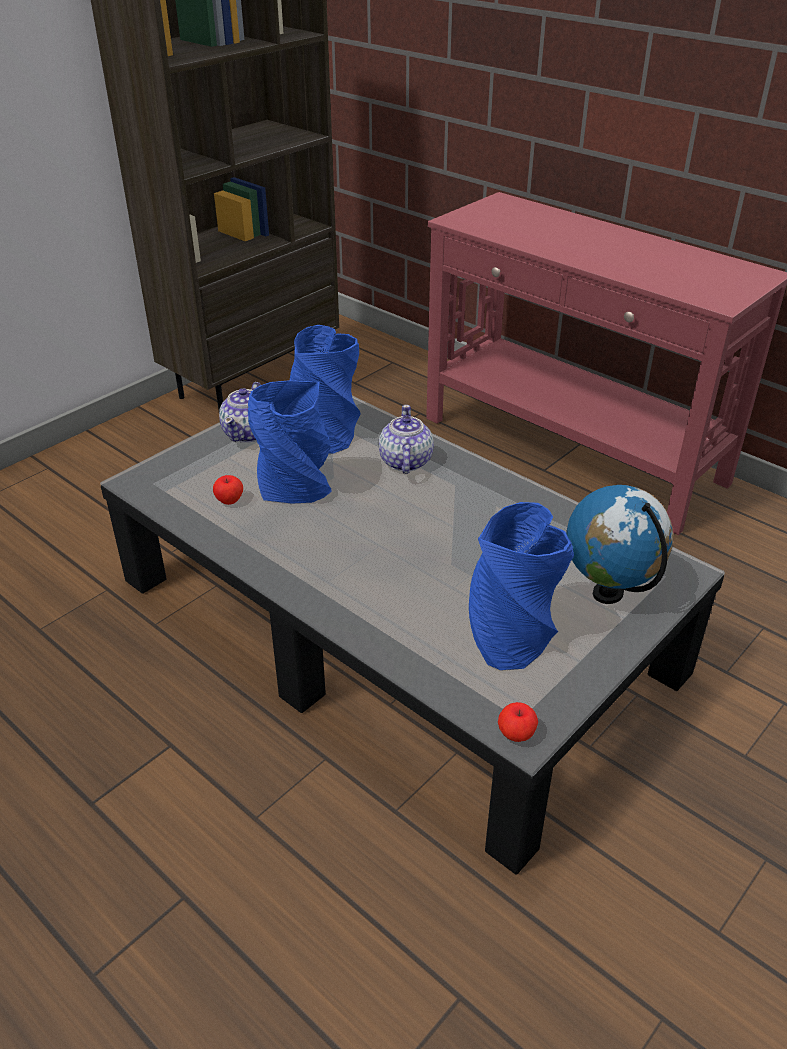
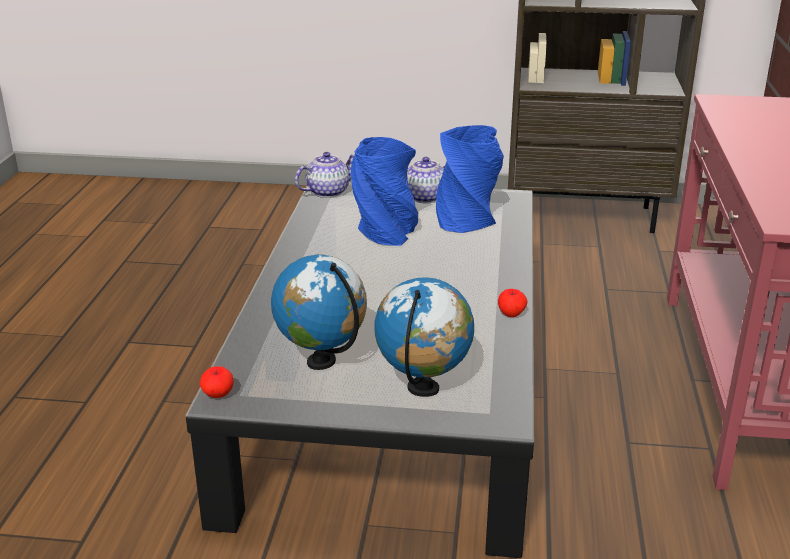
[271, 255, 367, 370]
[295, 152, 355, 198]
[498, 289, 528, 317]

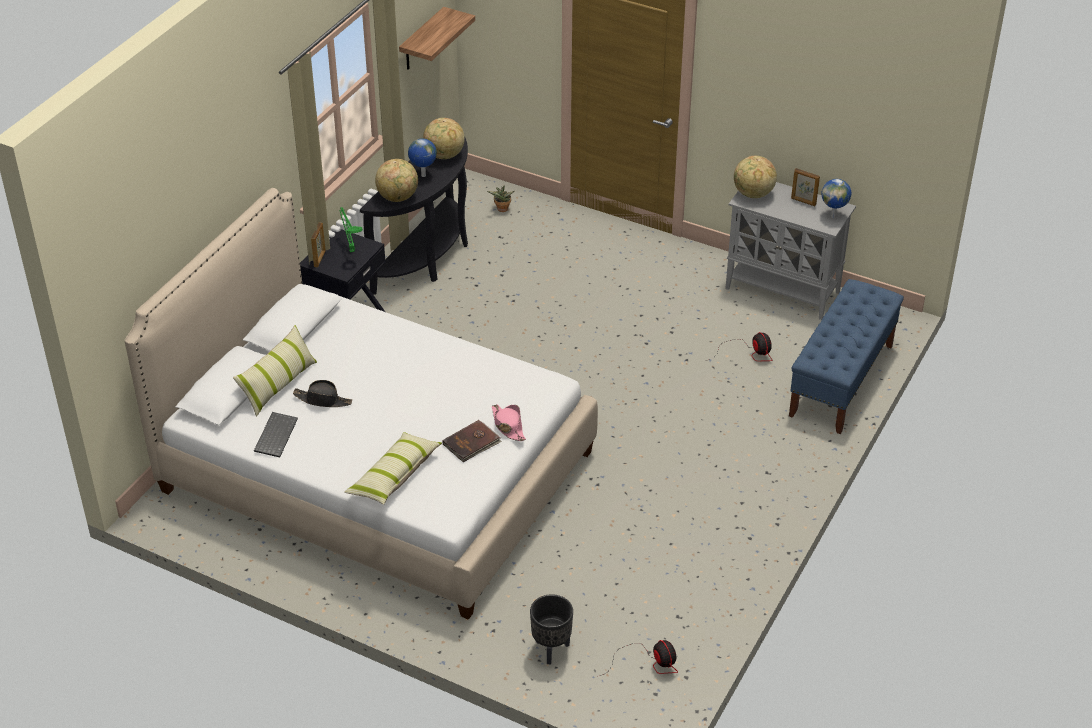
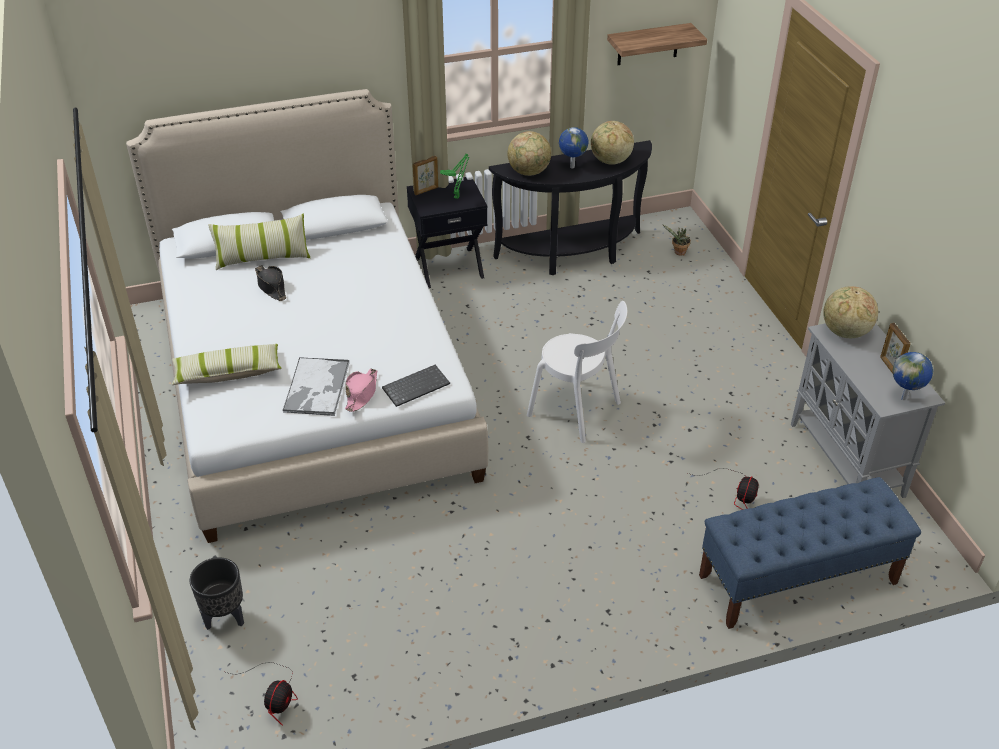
[282, 357, 350, 416]
[382, 365, 450, 407]
[527, 301, 627, 443]

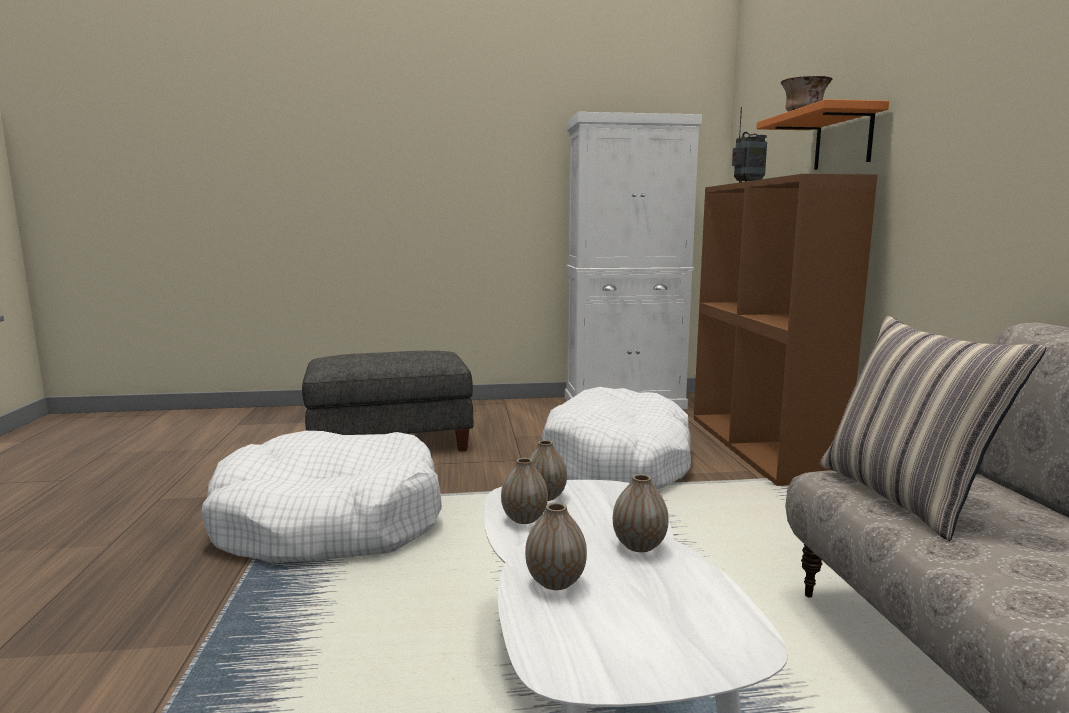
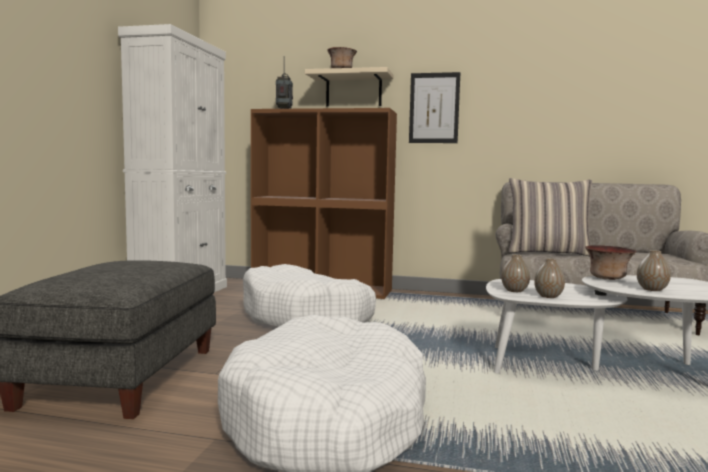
[305, 67, 393, 107]
[409, 72, 460, 143]
[585, 245, 636, 280]

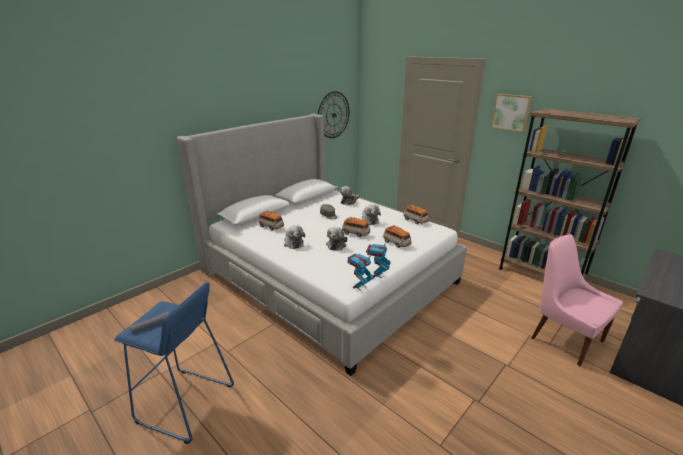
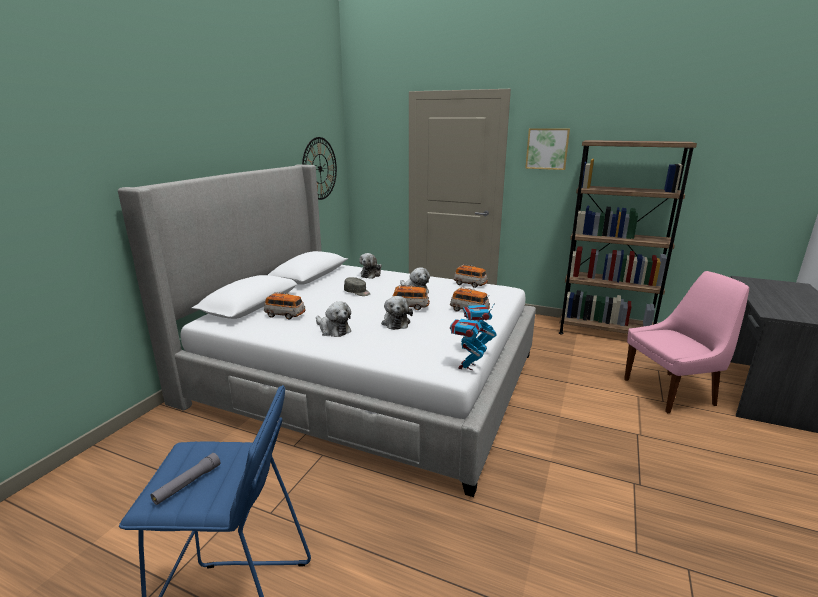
[624, 271, 749, 413]

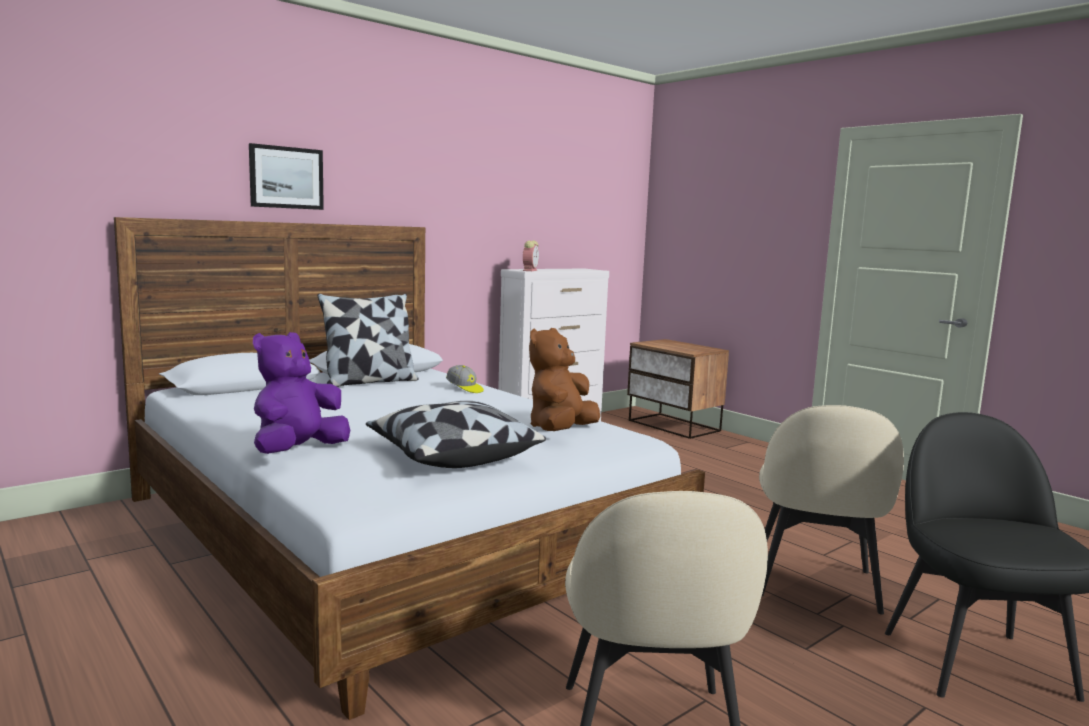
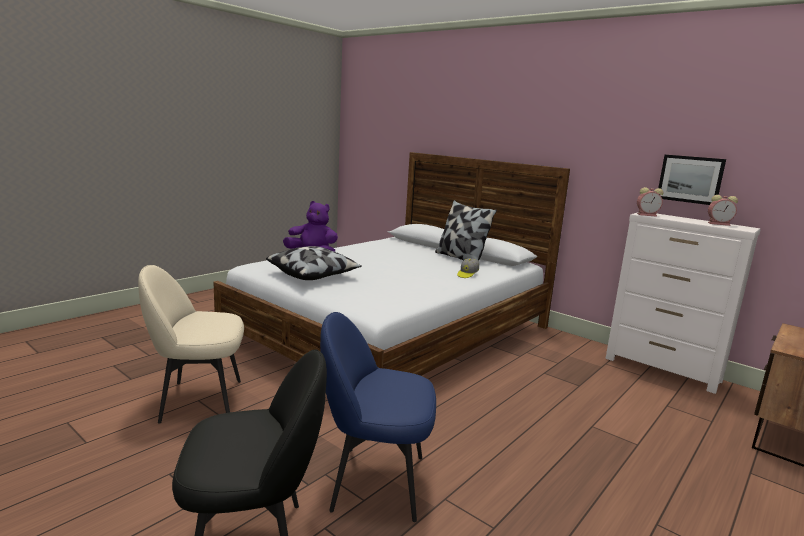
[320, 312, 436, 522]
[658, 155, 726, 205]
[708, 195, 738, 226]
[529, 328, 600, 431] (first image)

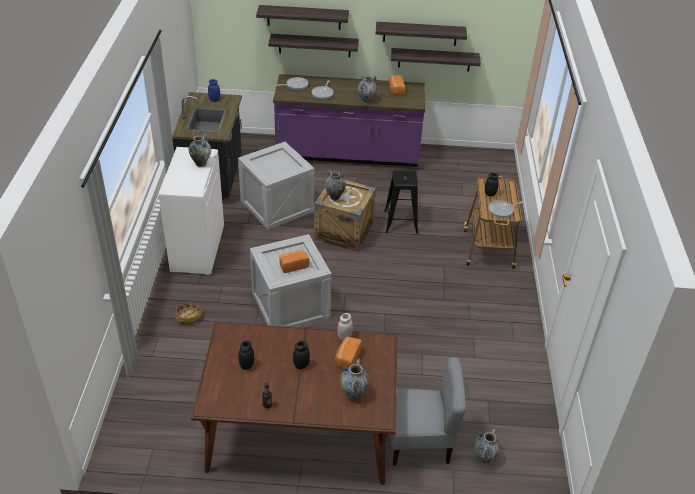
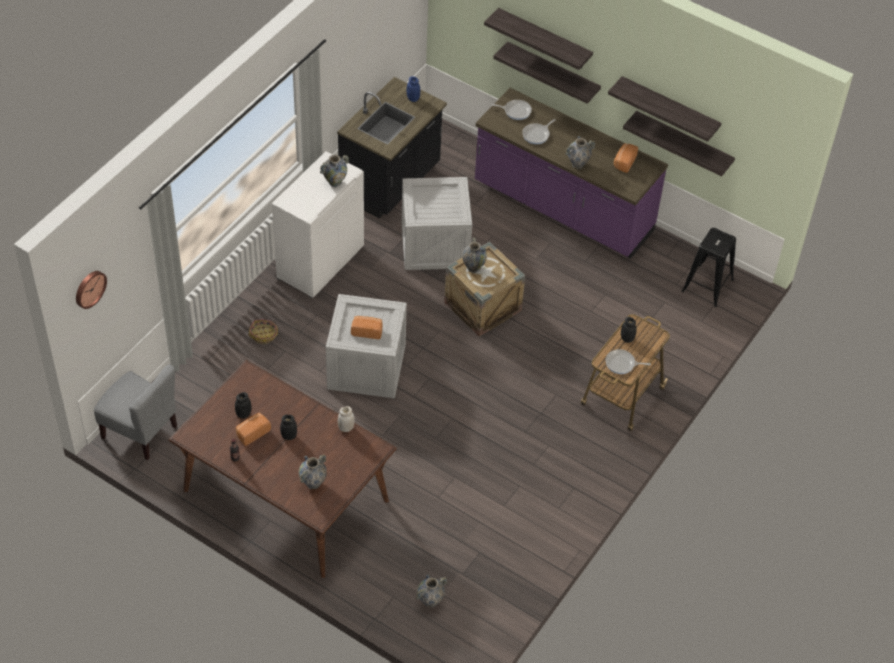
[76, 271, 107, 309]
[94, 365, 177, 460]
[236, 413, 271, 446]
[682, 228, 736, 307]

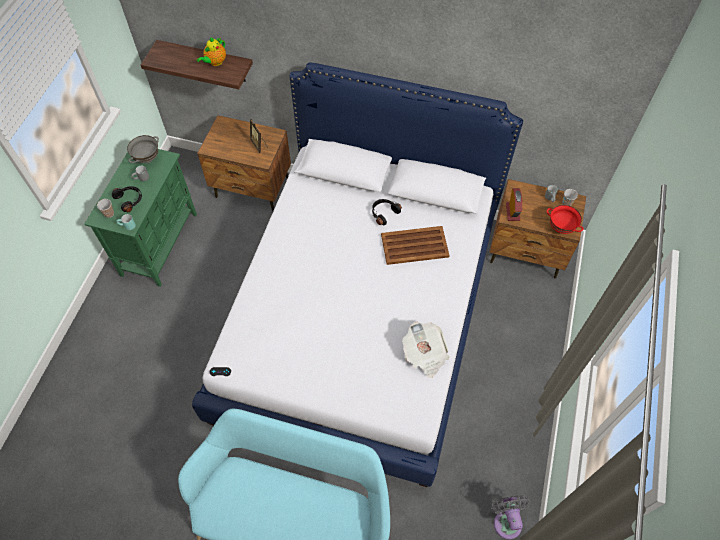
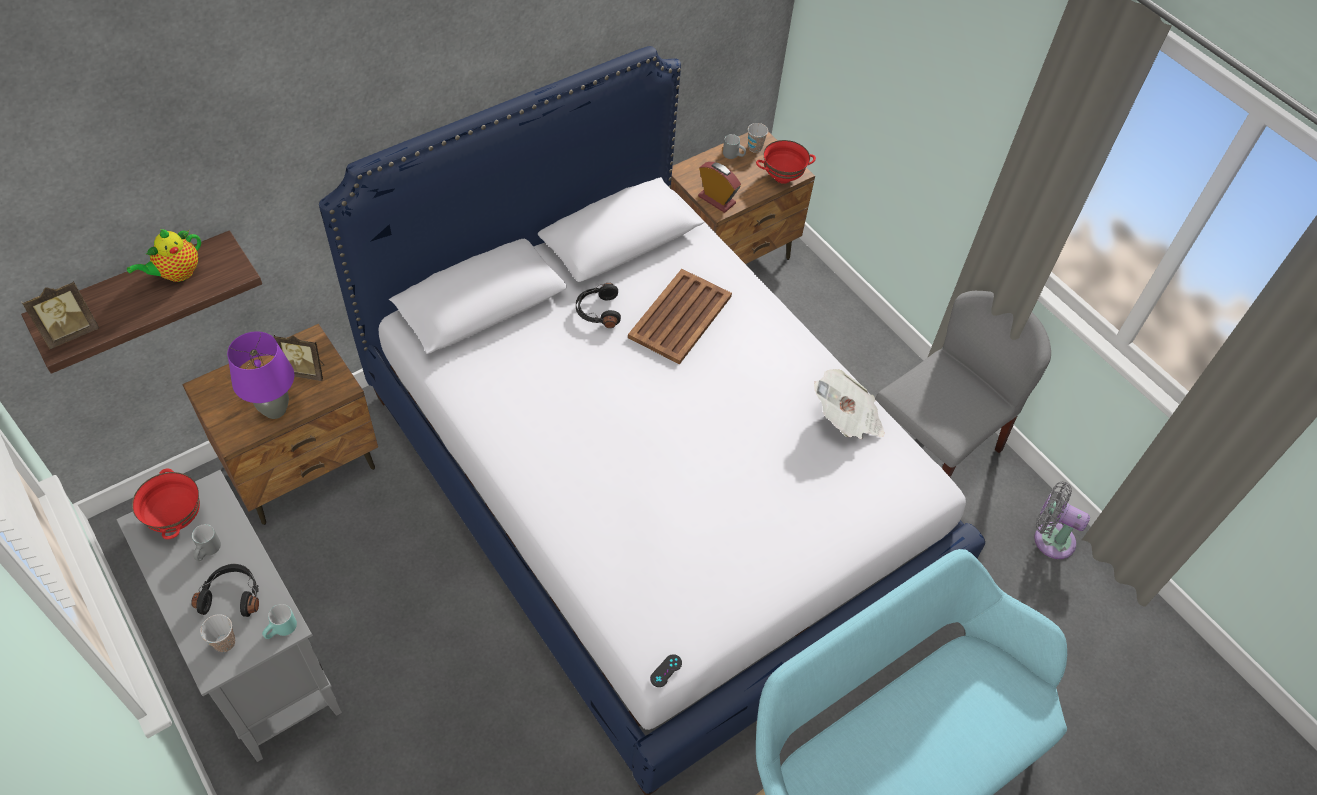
[22, 281, 99, 349]
[117, 470, 342, 762]
[127, 229, 201, 282]
[132, 469, 200, 539]
[227, 331, 294, 419]
[875, 291, 1051, 477]

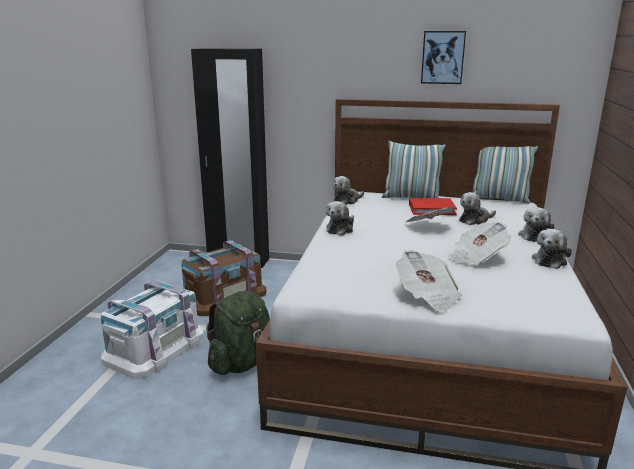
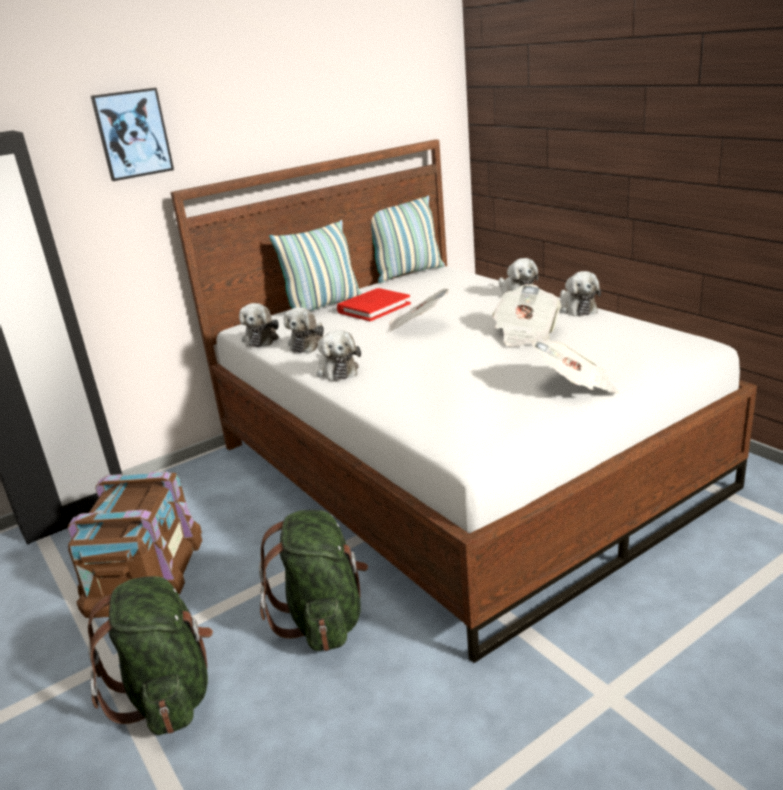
[88, 576, 213, 735]
[91, 88, 174, 181]
[284, 307, 324, 353]

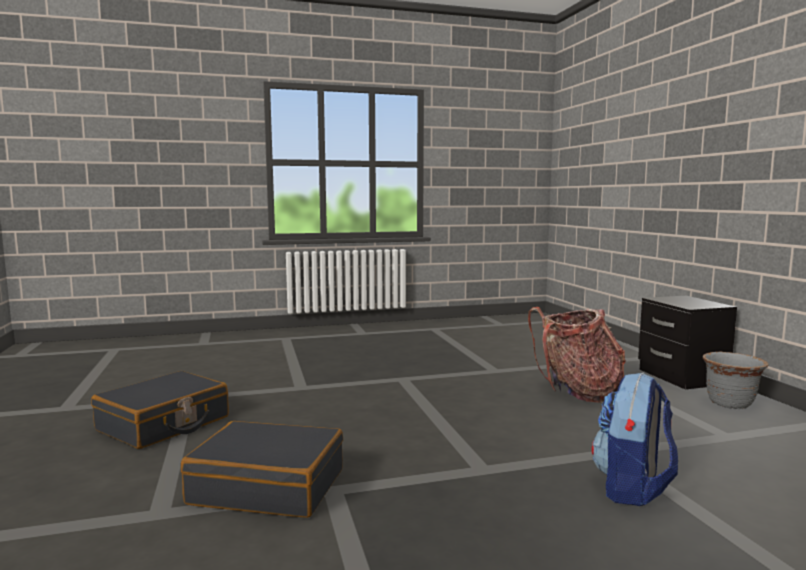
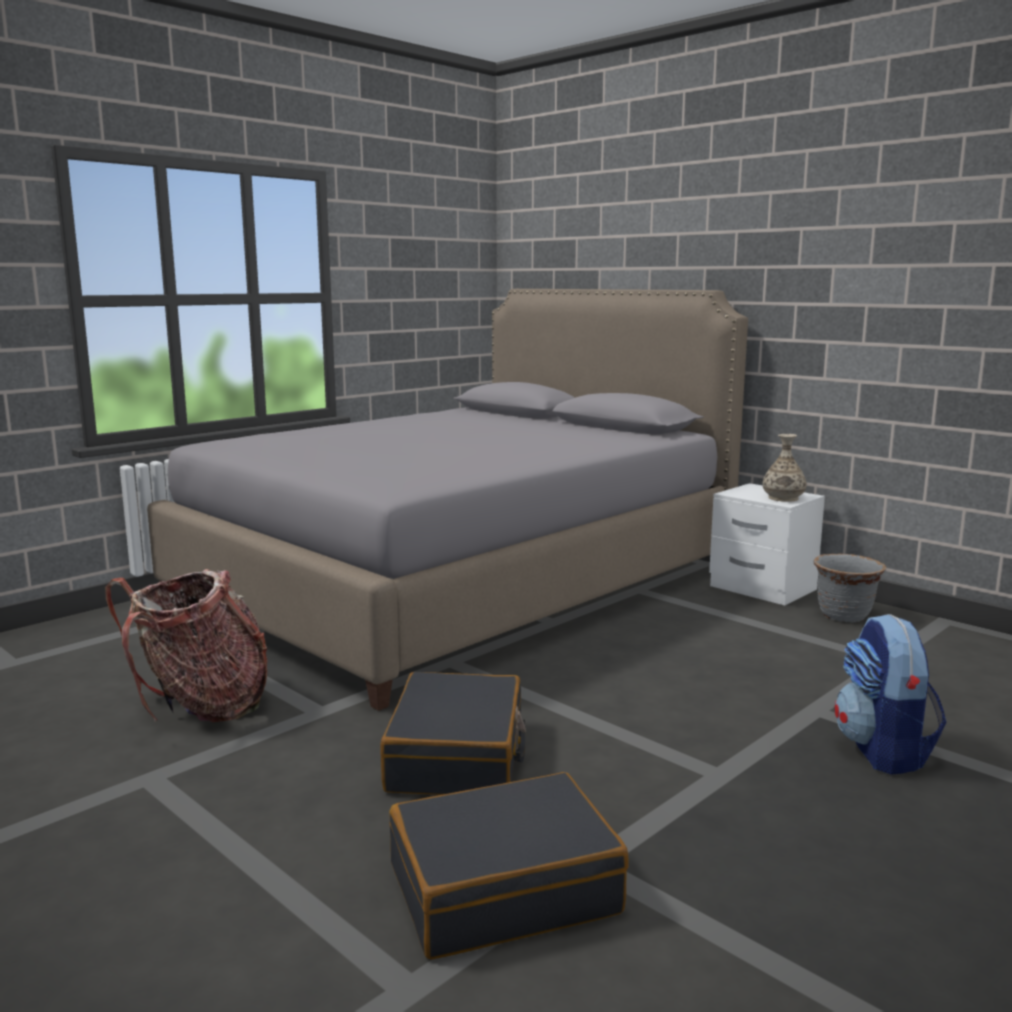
[105, 569, 268, 722]
[147, 289, 748, 711]
[380, 672, 526, 795]
[709, 483, 825, 605]
[763, 434, 806, 502]

